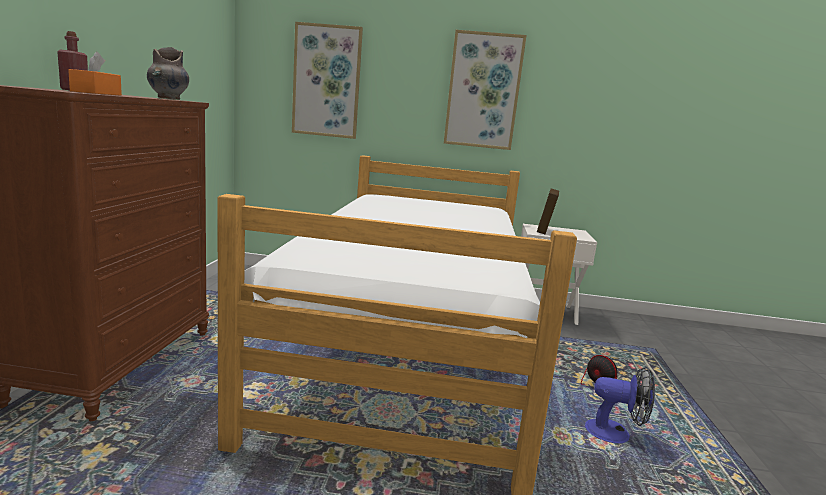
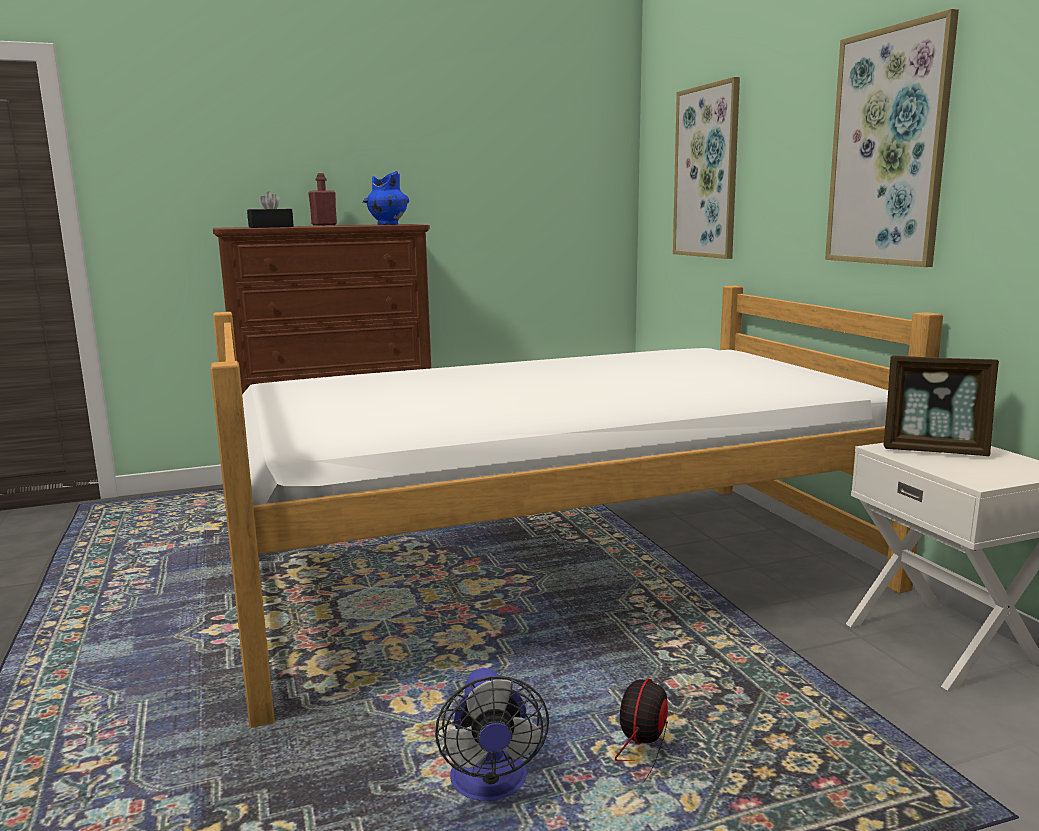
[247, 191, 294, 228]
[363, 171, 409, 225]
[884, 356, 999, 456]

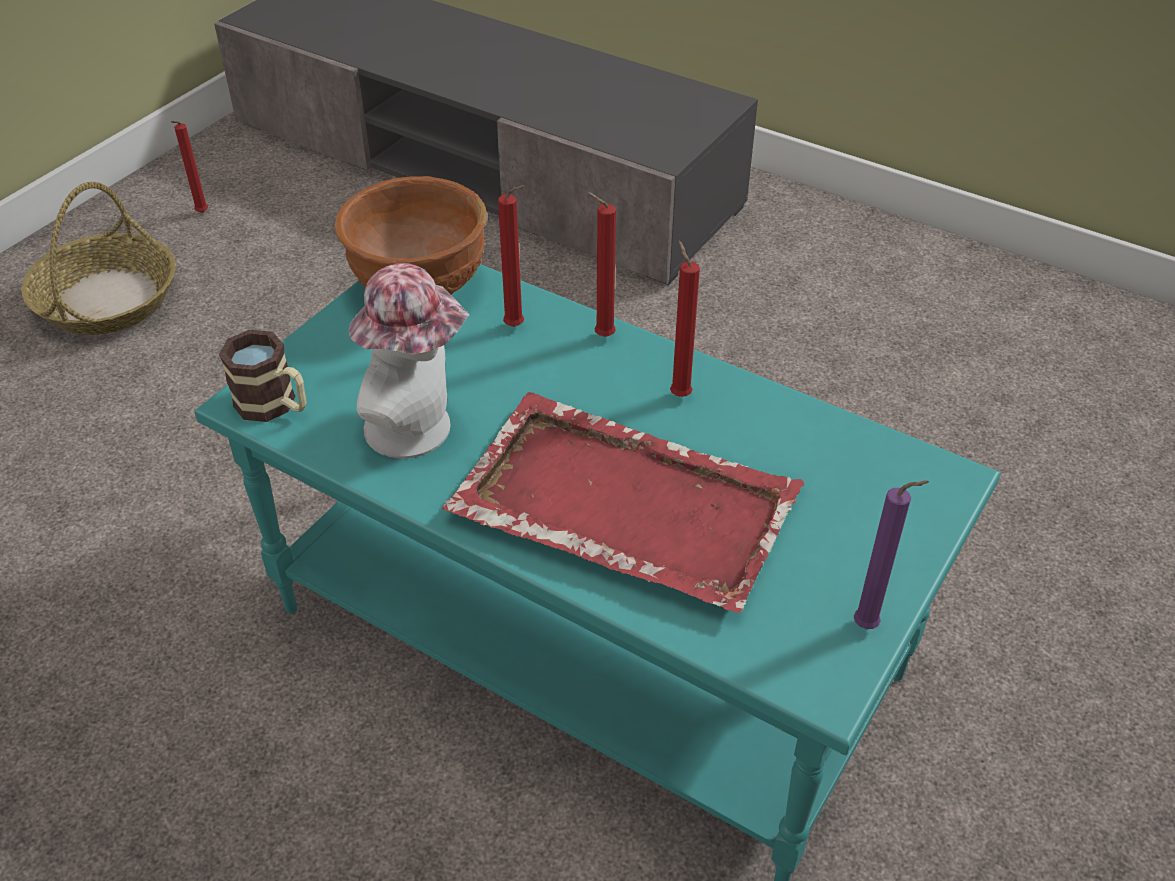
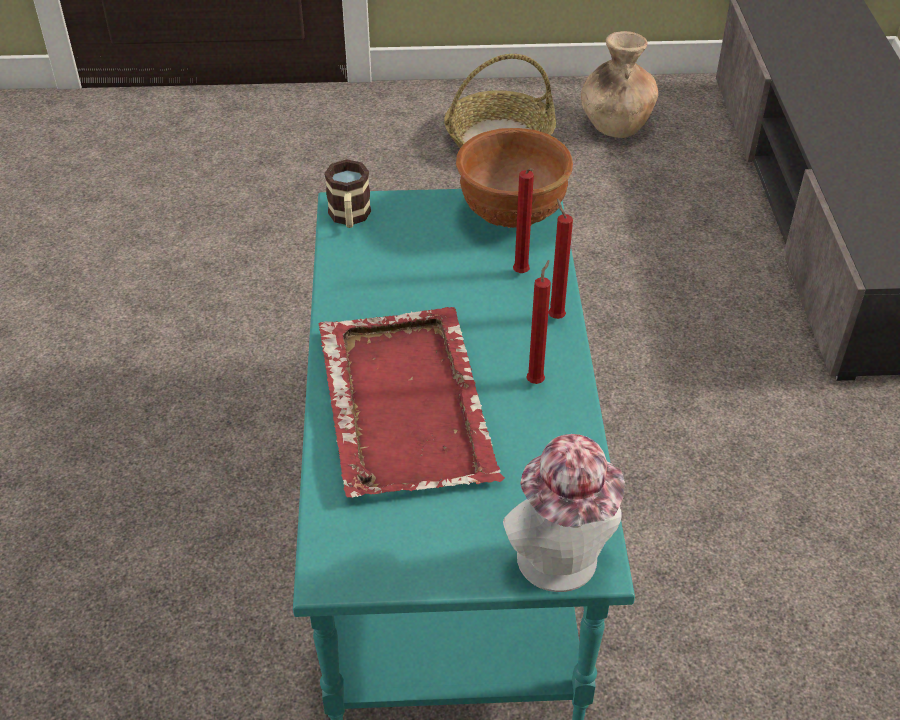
[503, 434, 625, 592]
[581, 31, 658, 138]
[854, 480, 929, 629] (first image)

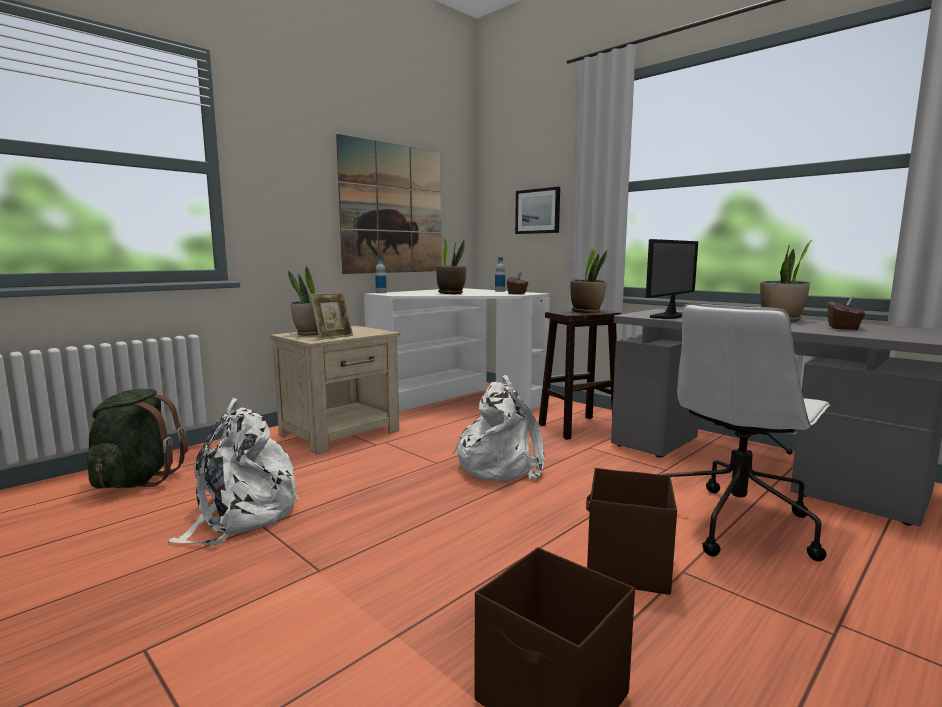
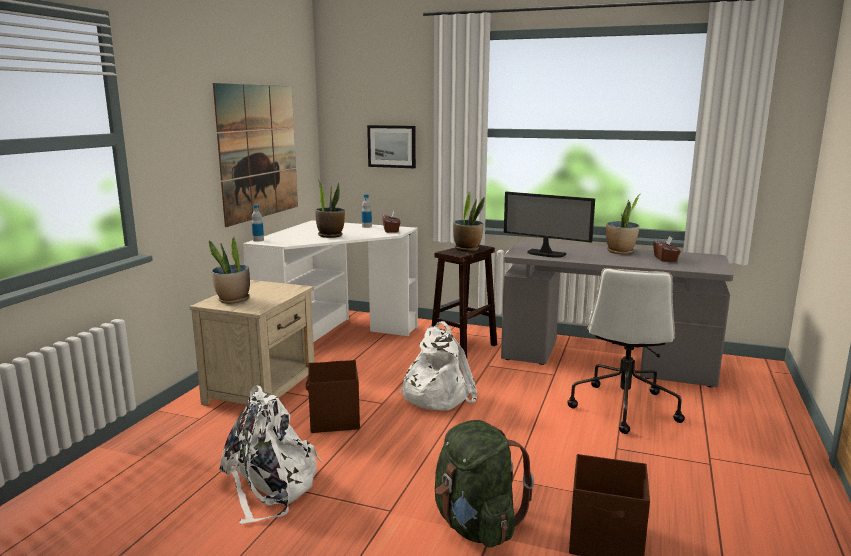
[306, 360, 360, 433]
[435, 420, 534, 548]
[504, 192, 595, 258]
[310, 293, 353, 340] (first image)

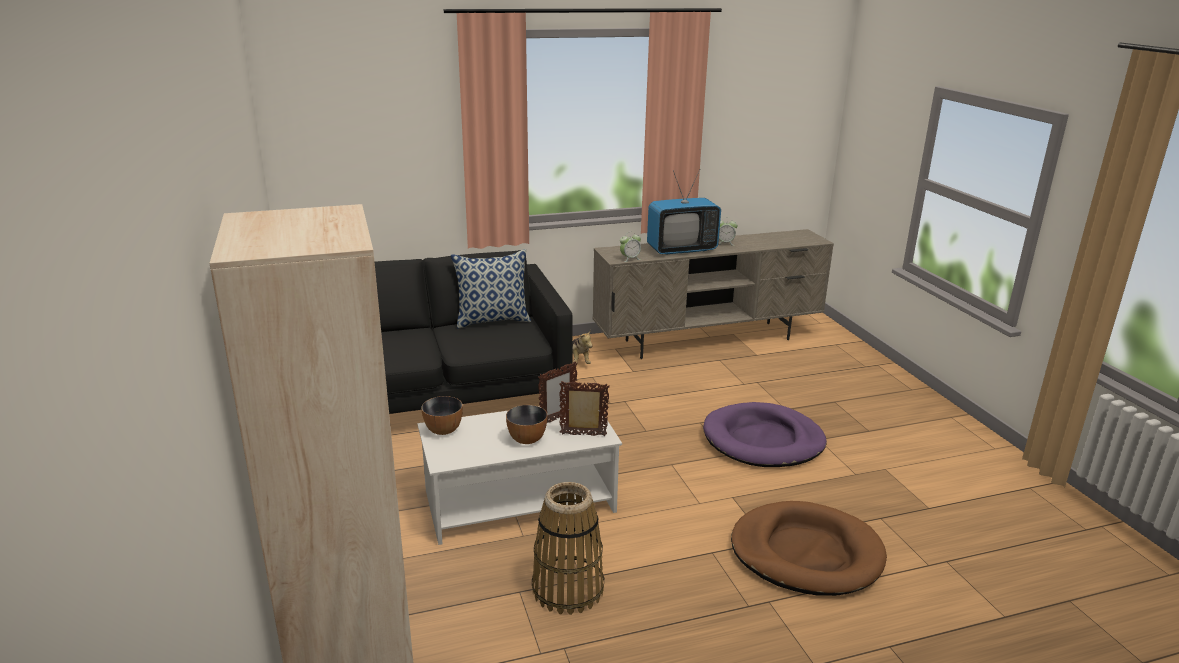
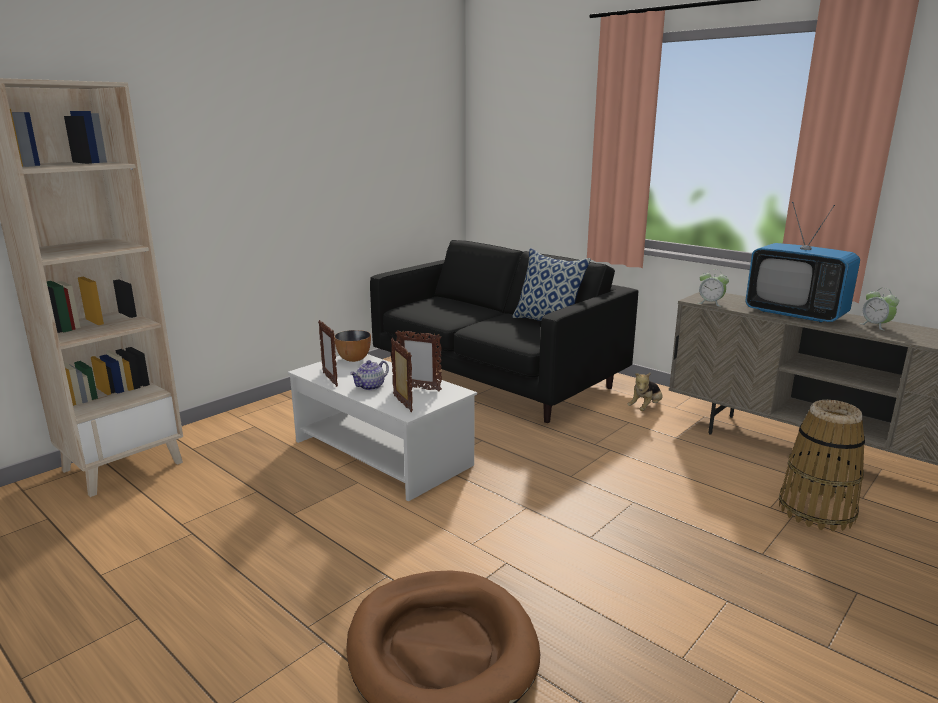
[318, 320, 338, 387]
[350, 360, 389, 390]
[779, 400, 865, 531]
[703, 402, 827, 467] (first image)

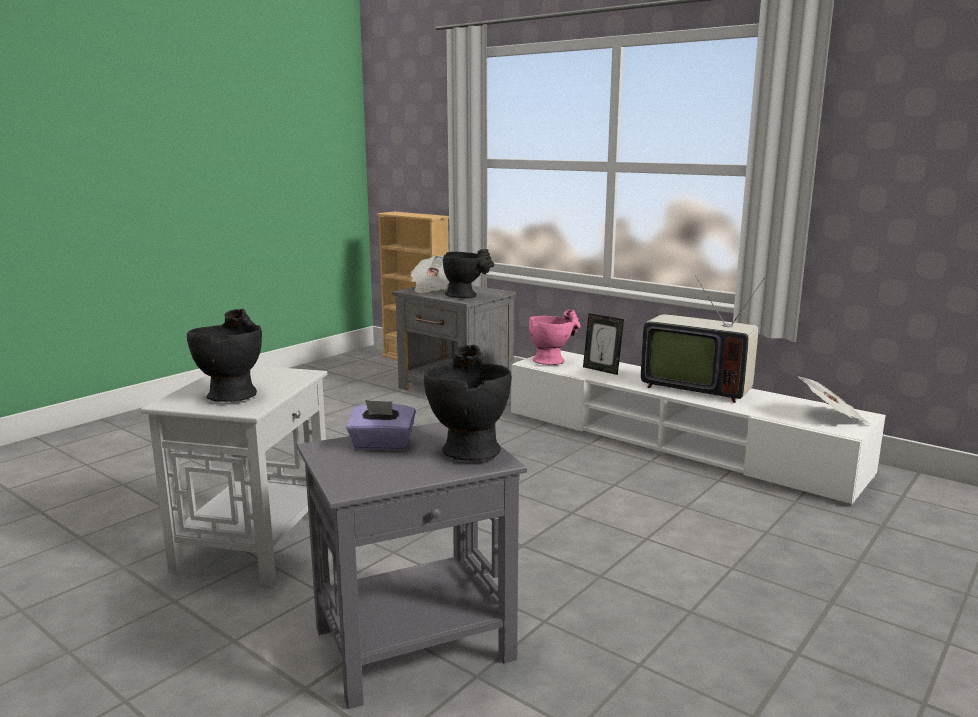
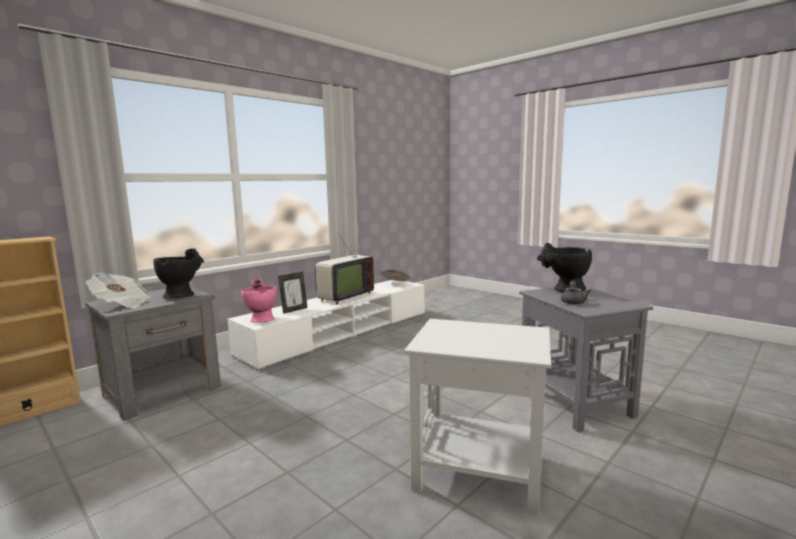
[561, 281, 591, 304]
[187, 309, 262, 402] (first image)

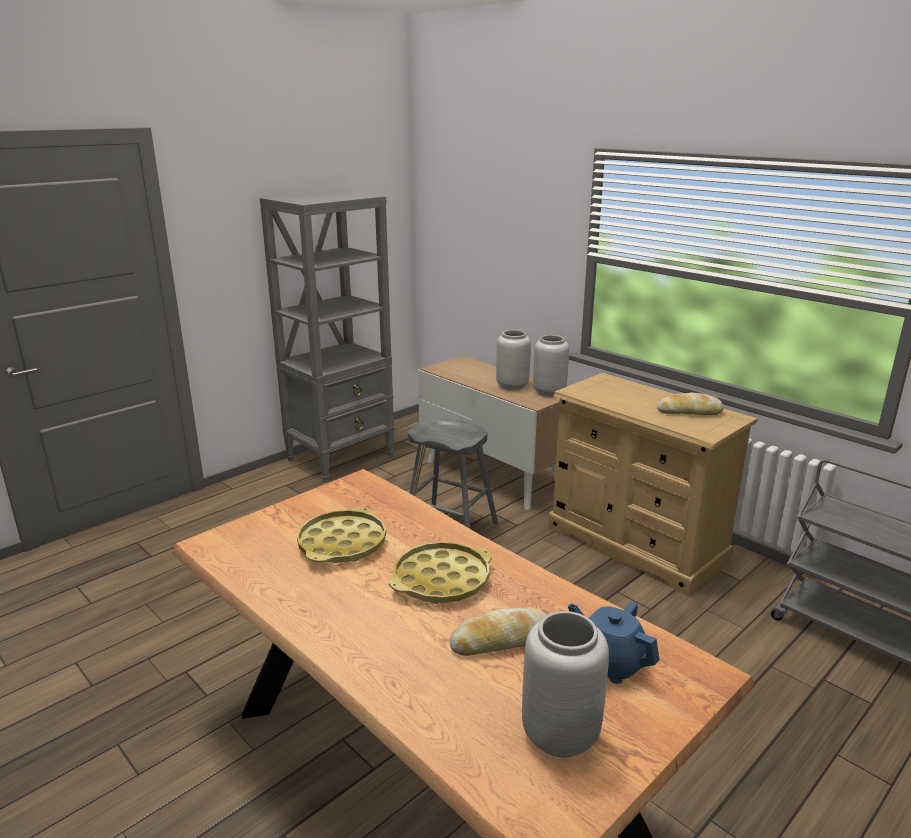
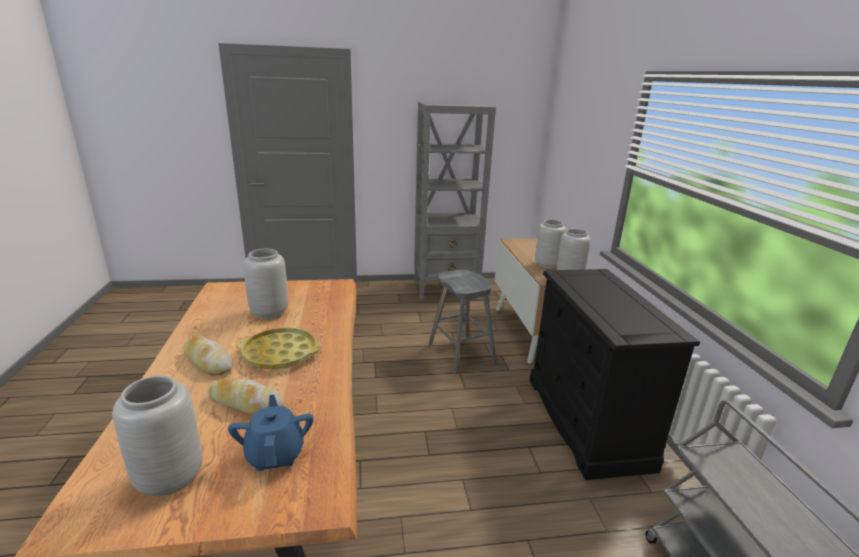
[184, 336, 232, 375]
[243, 249, 288, 319]
[529, 269, 700, 480]

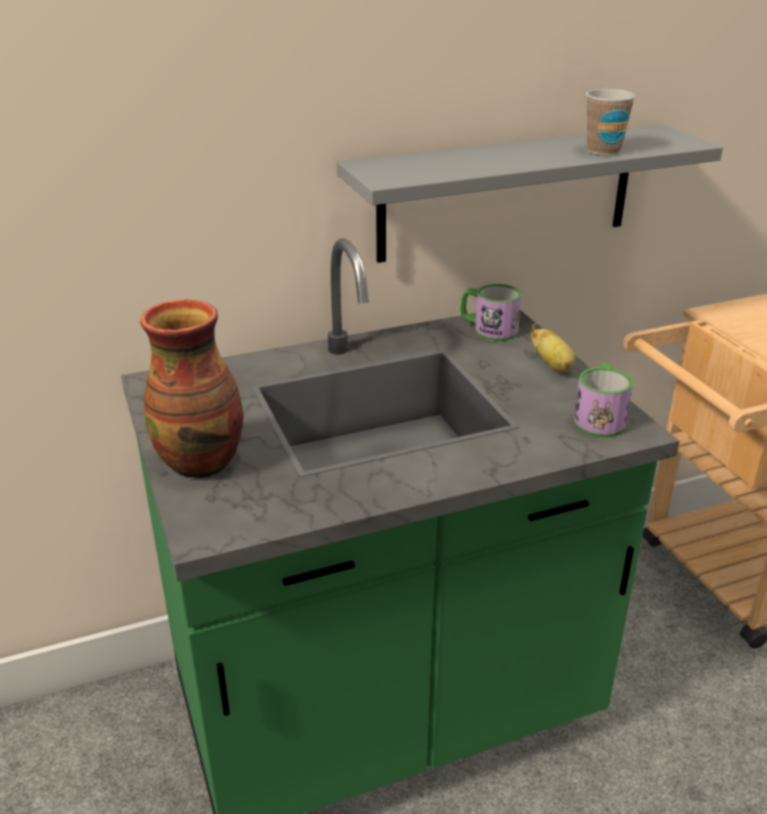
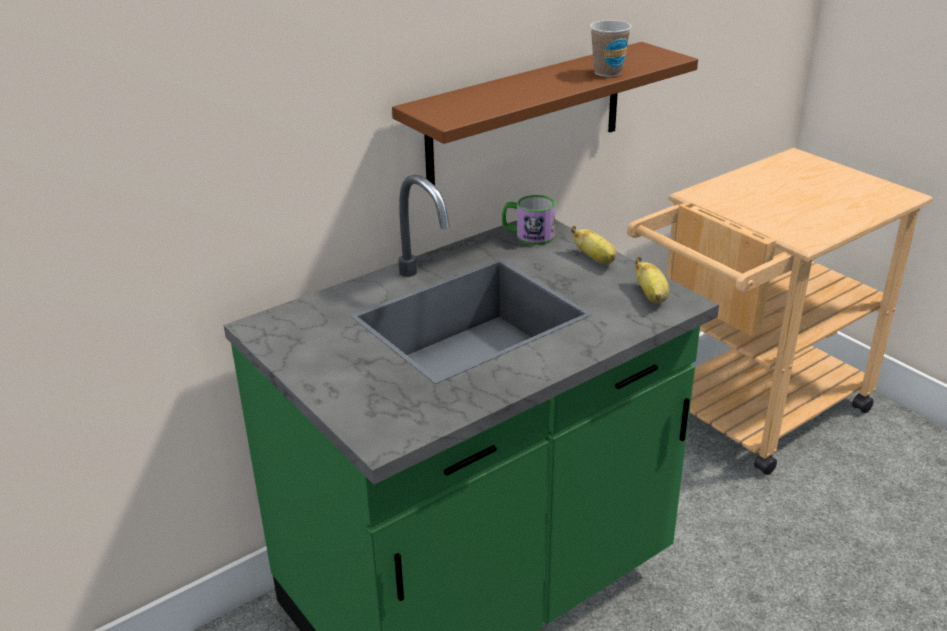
[392, 42, 698, 186]
[635, 257, 669, 304]
[140, 300, 244, 478] (first image)

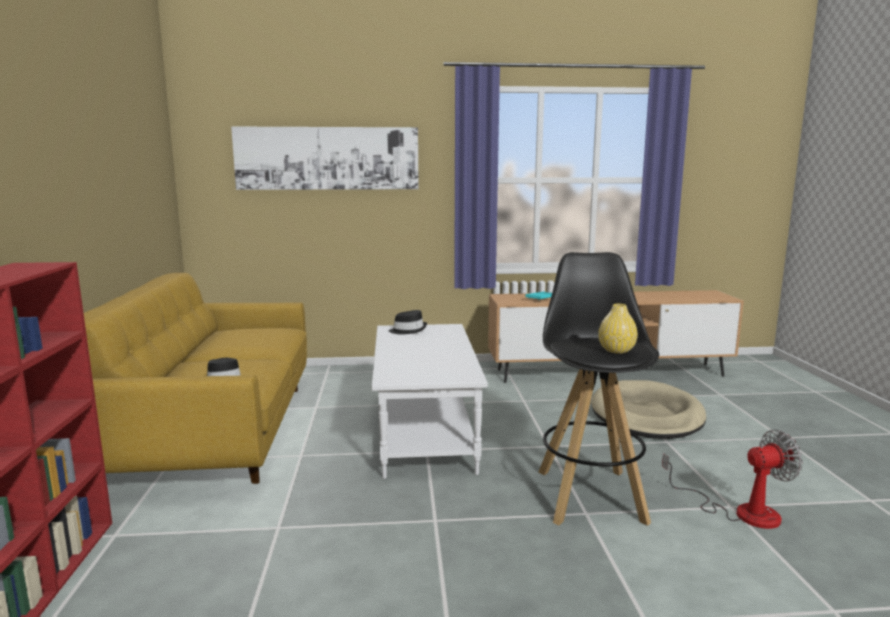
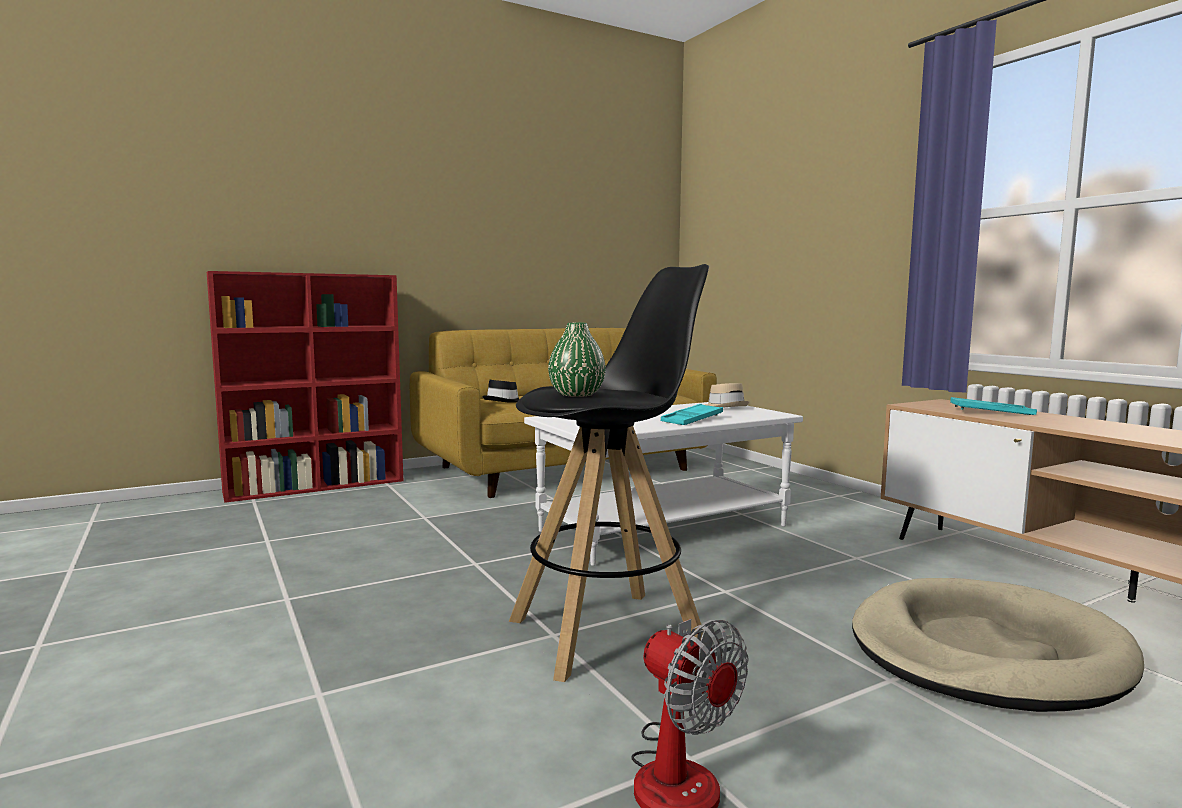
[548, 323, 606, 397]
[661, 404, 723, 425]
[705, 383, 749, 408]
[231, 127, 419, 190] (first image)

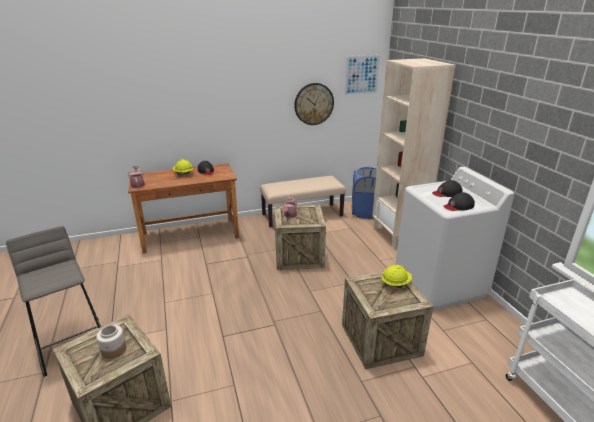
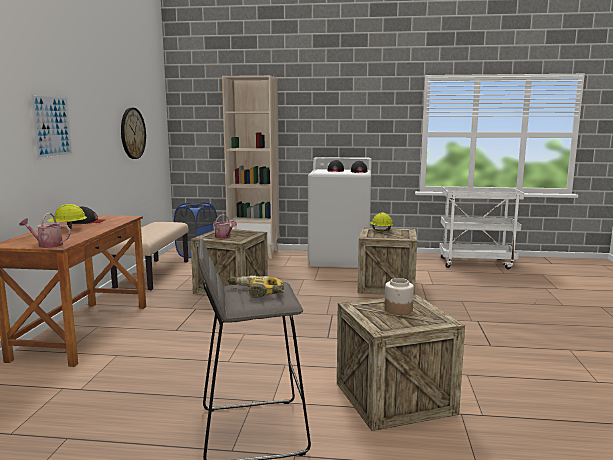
[29, 93, 73, 160]
[227, 276, 284, 298]

